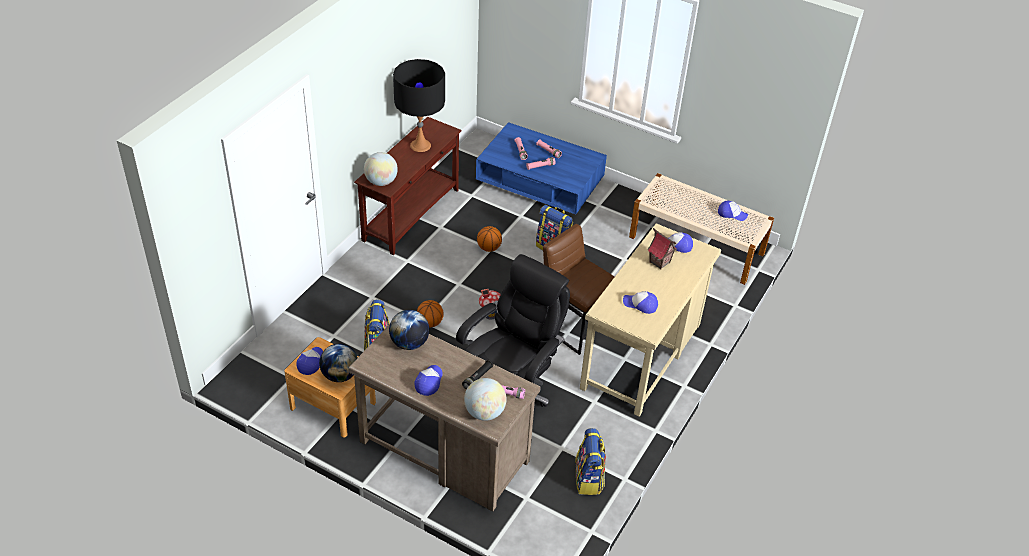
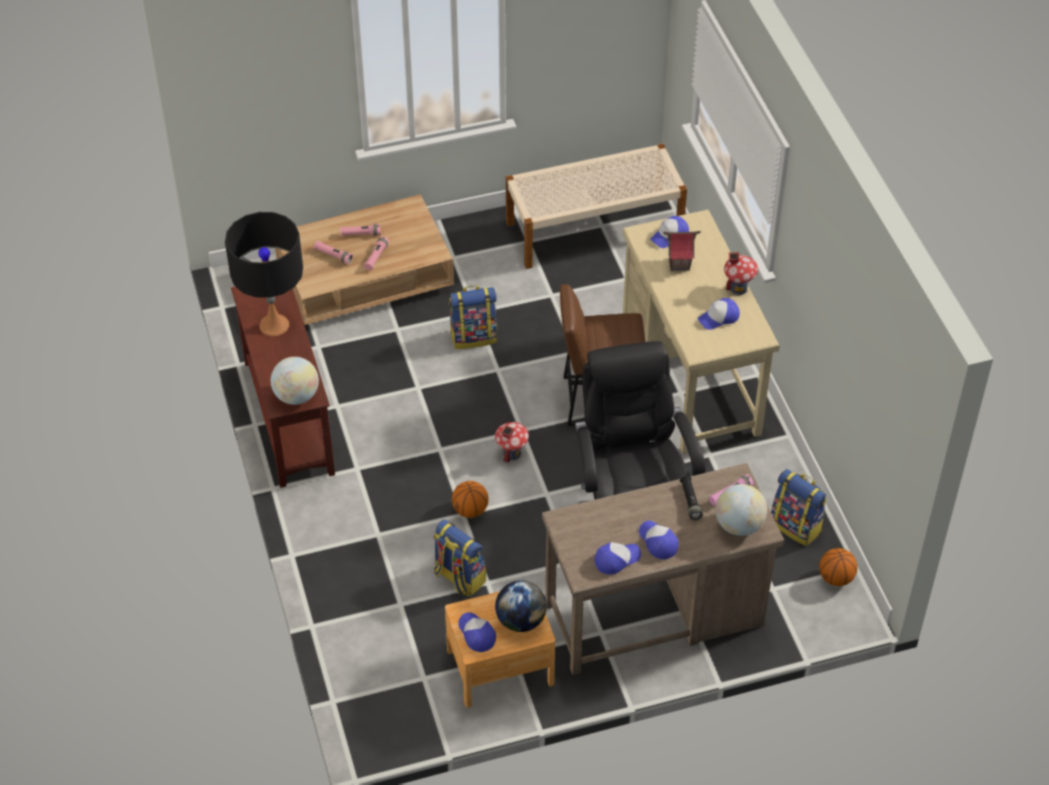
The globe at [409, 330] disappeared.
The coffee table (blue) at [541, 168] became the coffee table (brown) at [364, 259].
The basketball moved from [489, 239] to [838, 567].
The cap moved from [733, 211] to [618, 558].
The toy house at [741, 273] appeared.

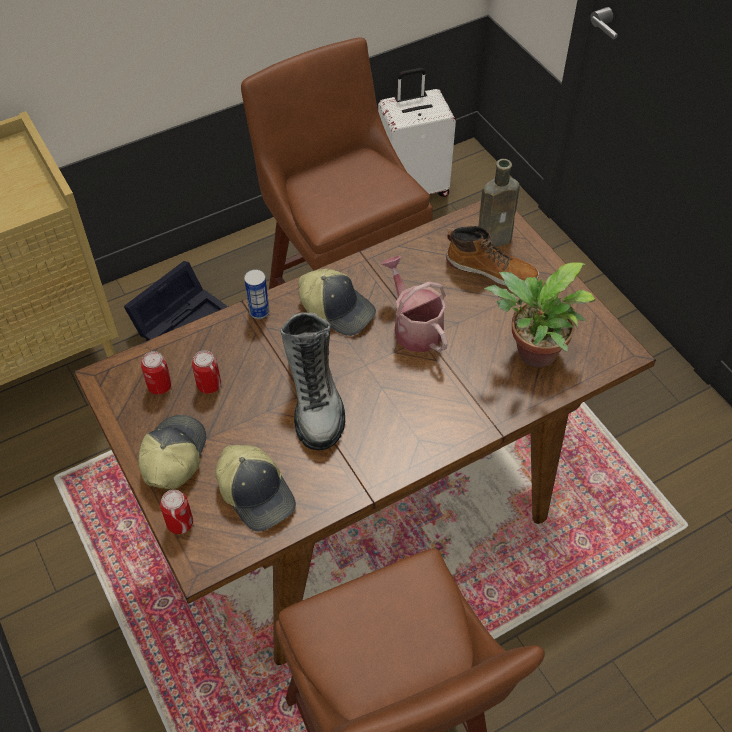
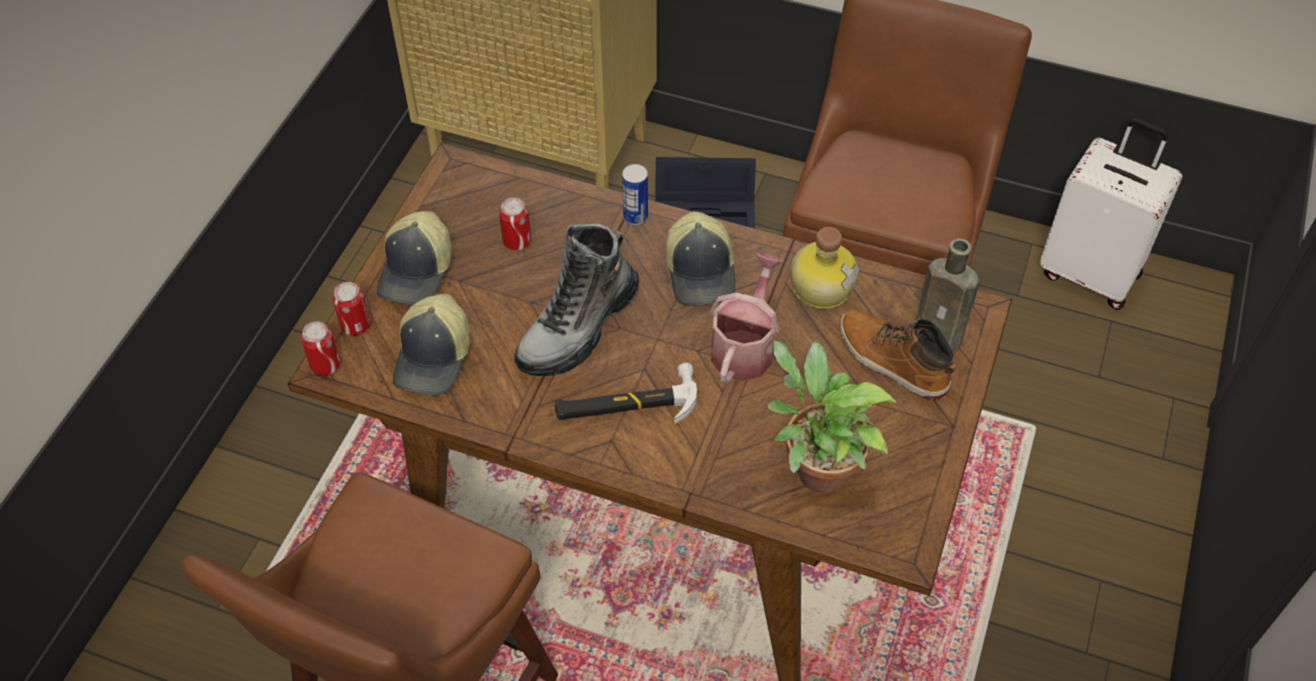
The cap at [172, 452] turned 135 degrees clockwise.
The can moved from [156, 373] to [321, 348].
The boot at [492, 256] turned 150 degrees clockwise.
The hammer at [626, 393] appeared.
The bottle at [824, 268] appeared.

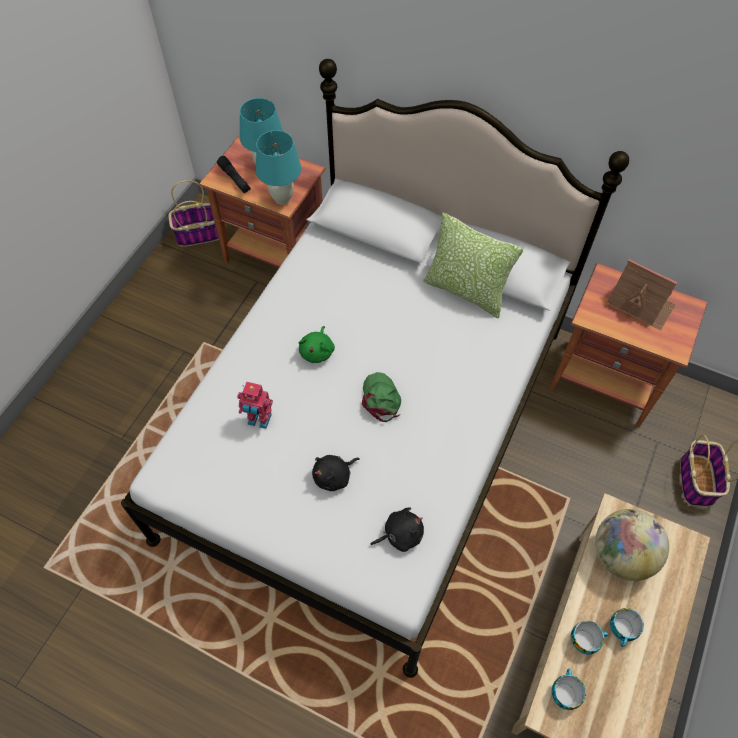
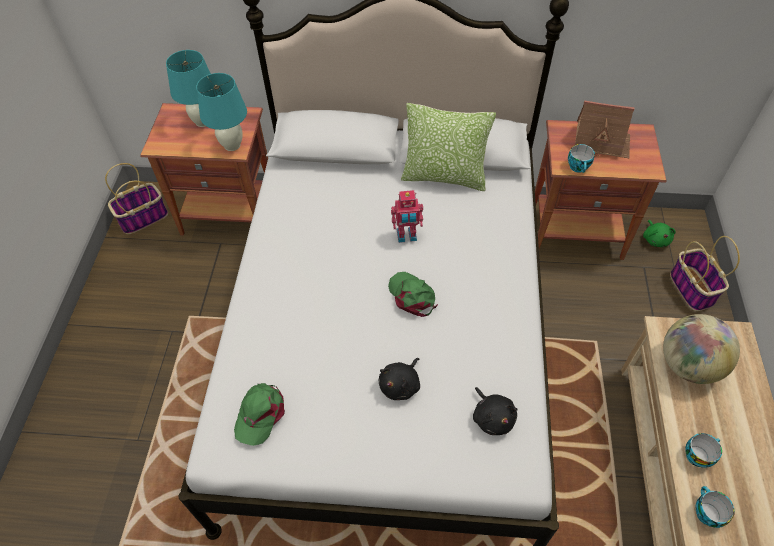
The flashlight (black) at [234, 174] disappeared.
The toy robot moved from [255, 405] to [407, 216].
The plush toy (green) moved from [317, 344] to [659, 233].
The plush toy (black) at [397, 530] turned 105 degrees clockwise.
The cup moved from [627, 627] to [581, 158].
The cap (green) at [259, 414] appeared.

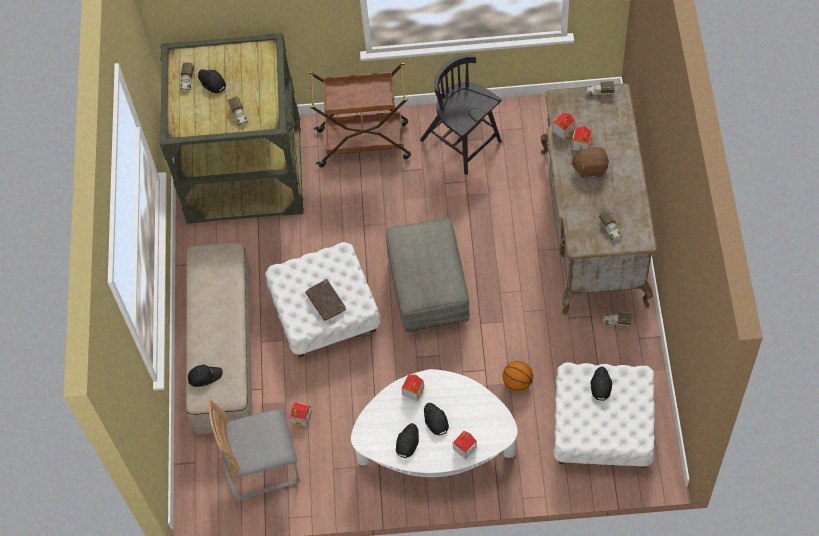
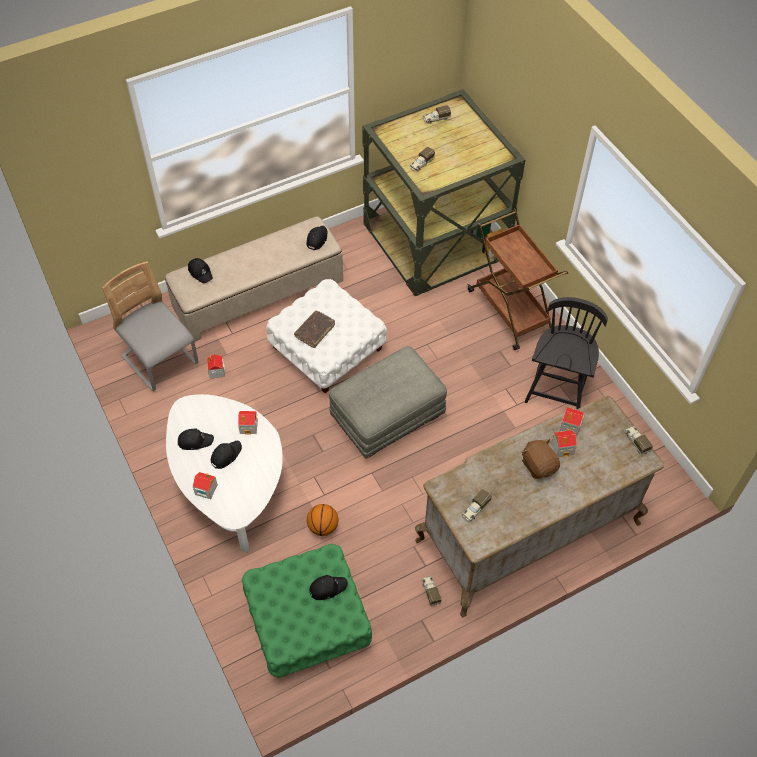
The cap (black) moved from [212, 81] to [316, 238].
The ottoman (white) at [604, 415] became the ottoman (green) at [307, 611].

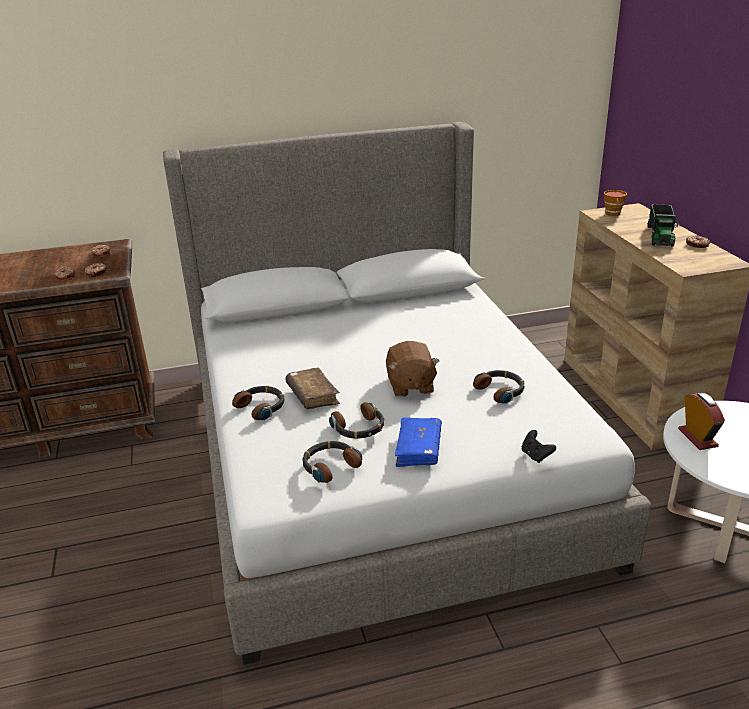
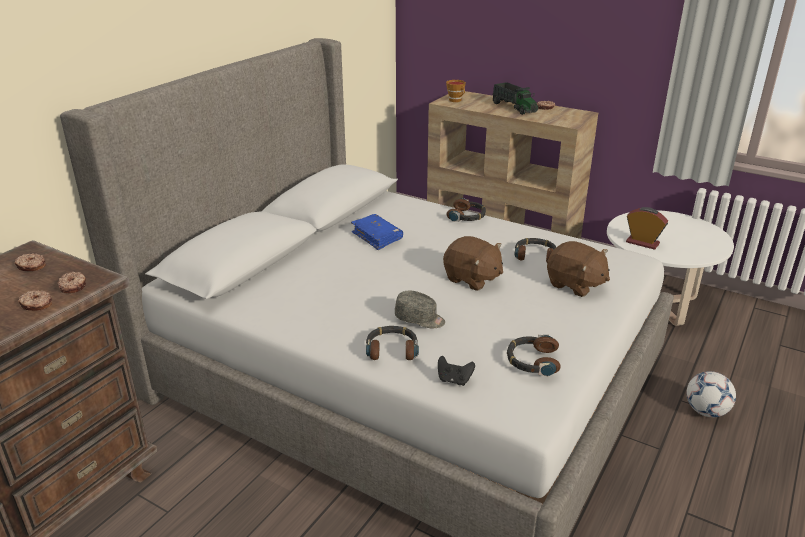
The book (brown) at [312, 388] was replaced by the cap (grey) at [420, 309].
The headphones moved from [356, 420] to [466, 210].
The book (blue) moved from [418, 442] to [377, 232].
The game controller (black) moved from [539, 446] to [456, 371].
The plush toy (brown) at [578, 269] appeared.
The football at [711, 394] appeared.

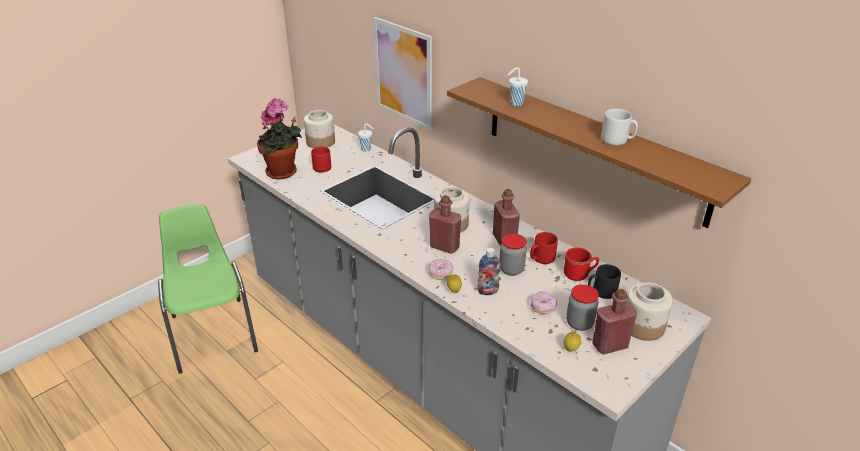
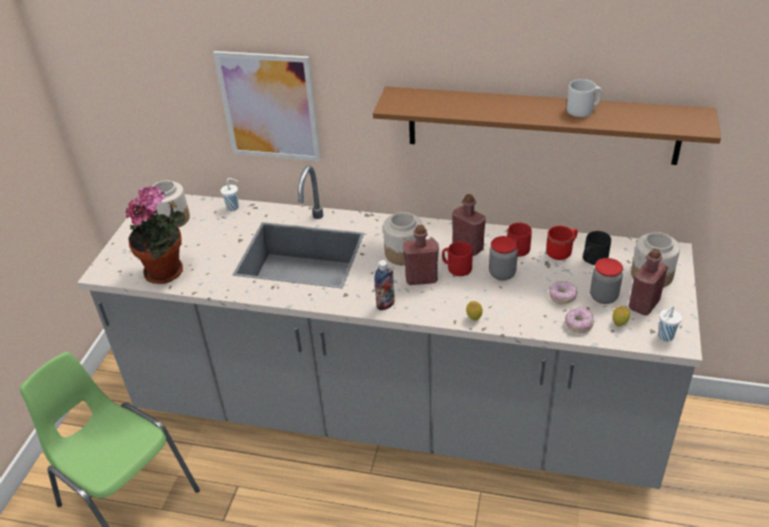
The mug (red) moved from [321, 159] to [457, 259].
The donut moved from [441, 269] to [579, 320].
The bottle moved from [489, 271] to [384, 285].
The cup (white) moved from [518, 86] to [670, 323].

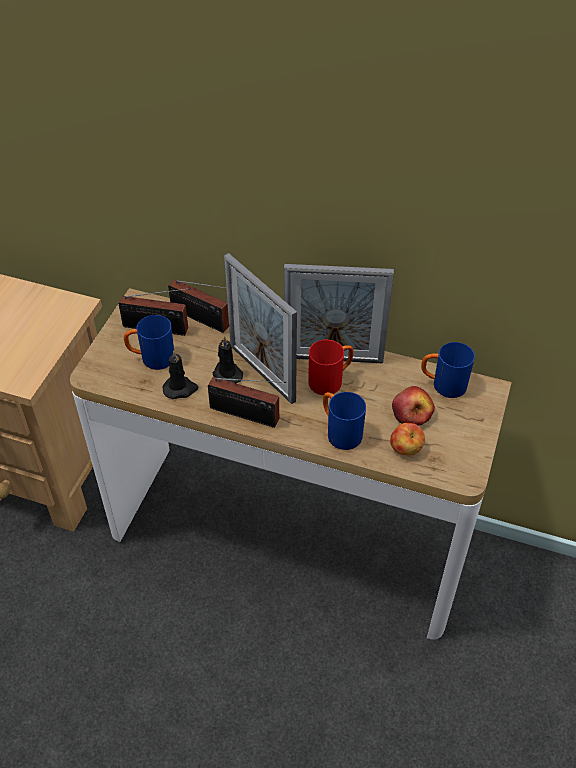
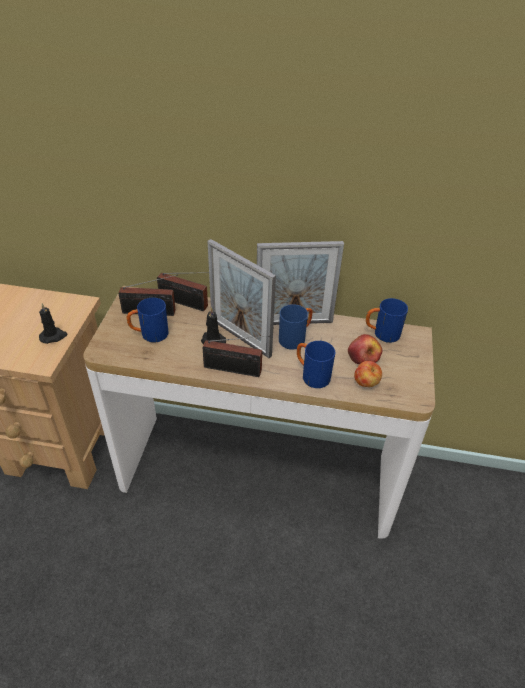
The candle (black) moved from [180, 374] to [53, 324].
The mug (red) at [330, 367] became the mug (blue) at [295, 327].

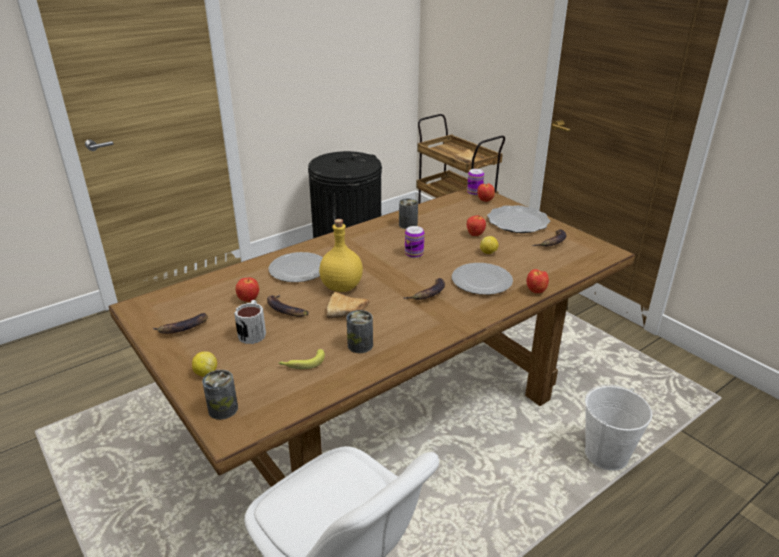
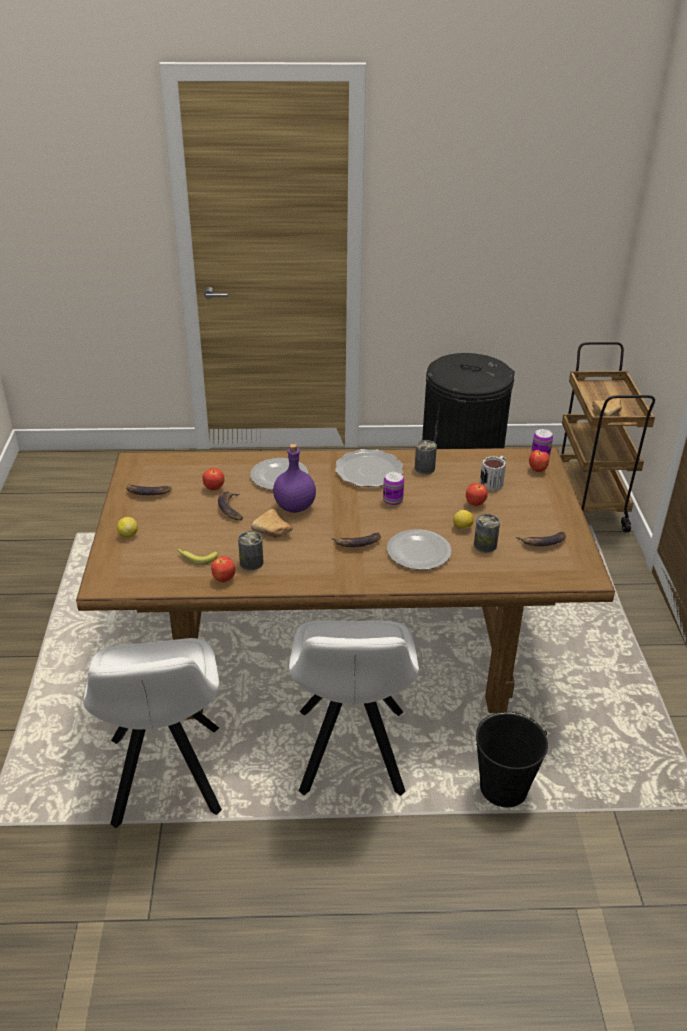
The can moved from [220, 395] to [487, 533].
The mug moved from [250, 322] to [493, 473].
The bottle (yellow) at [341, 255] became the bottle (purple) at [294, 478].
The plate moved from [518, 219] to [369, 468].
The apple moved from [537, 281] to [223, 569].
The bucket (white) at [618, 428] became the bucket (black) at [512, 759].
The chair (white) at [354, 708] appeared.

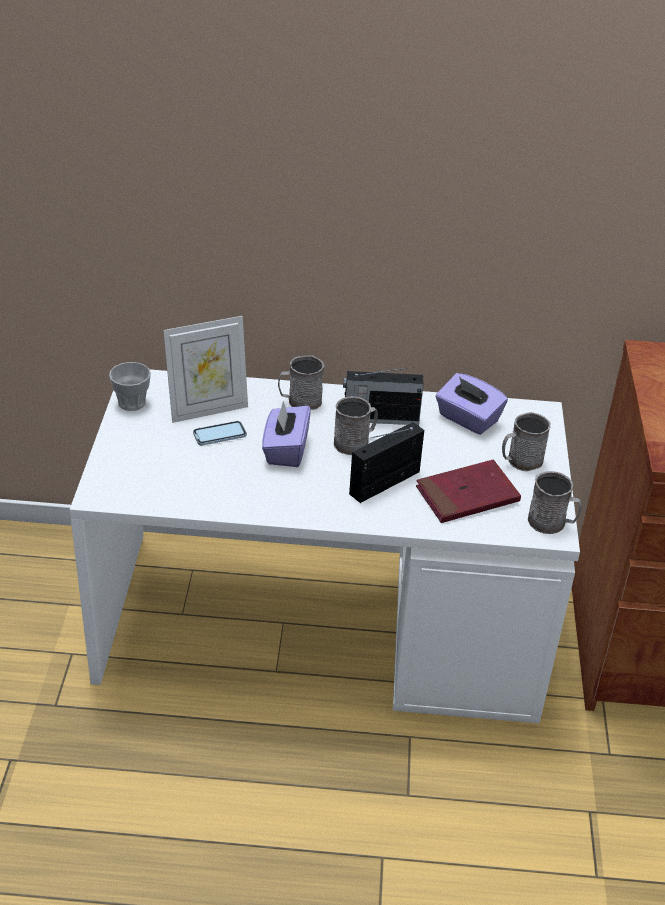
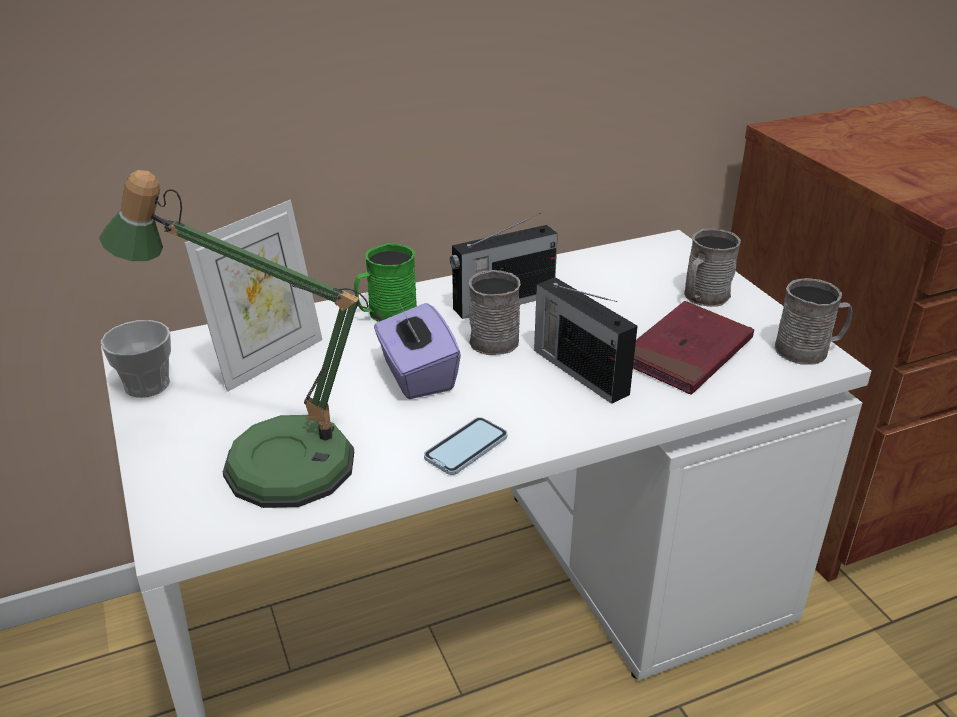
The phone moved from [220, 433] to [466, 446].
The mug (grey) at [301, 382] became the mug (green) at [385, 282].
The radio at [386, 462] turned 60 degrees counterclockwise.
The tissue box (purple) at [472, 404] disappeared.
The table lamp at [233, 339] appeared.

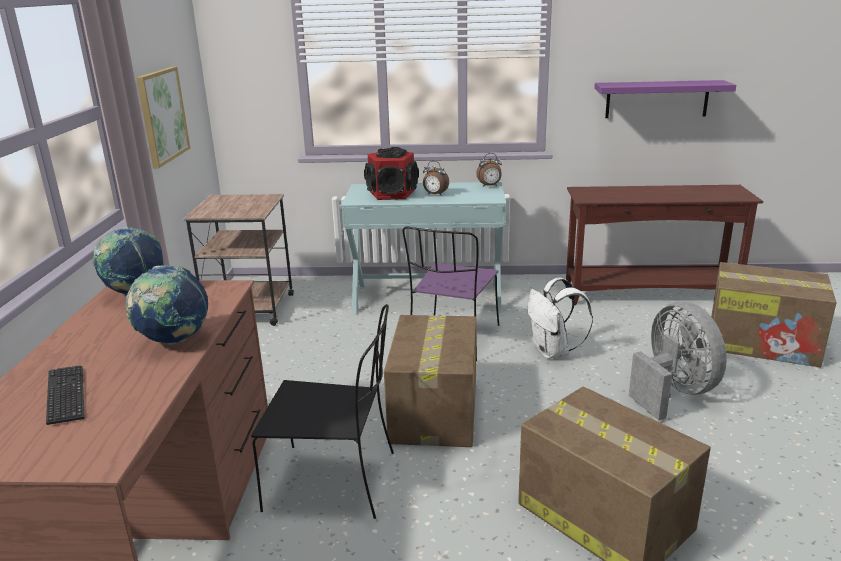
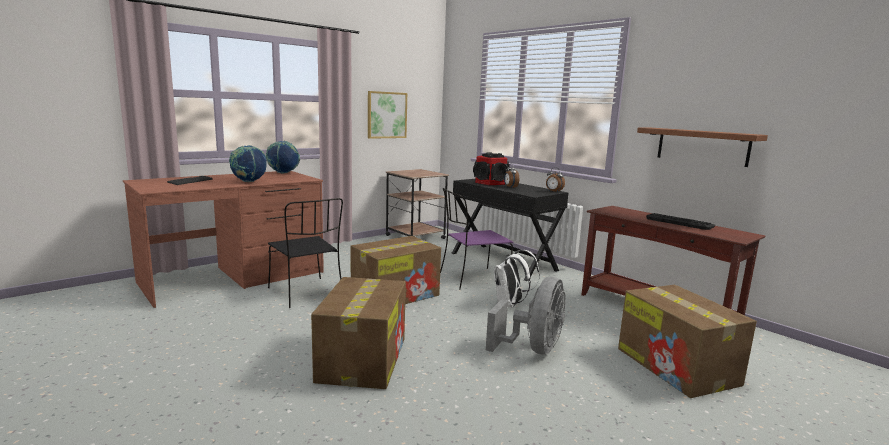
The desk (turquoise) at [423, 248] became the desk (black) at [510, 230].
The shelf (purple) at [665, 99] became the shelf (brown) at [702, 147].
The keyboard at [680, 221] appeared.

